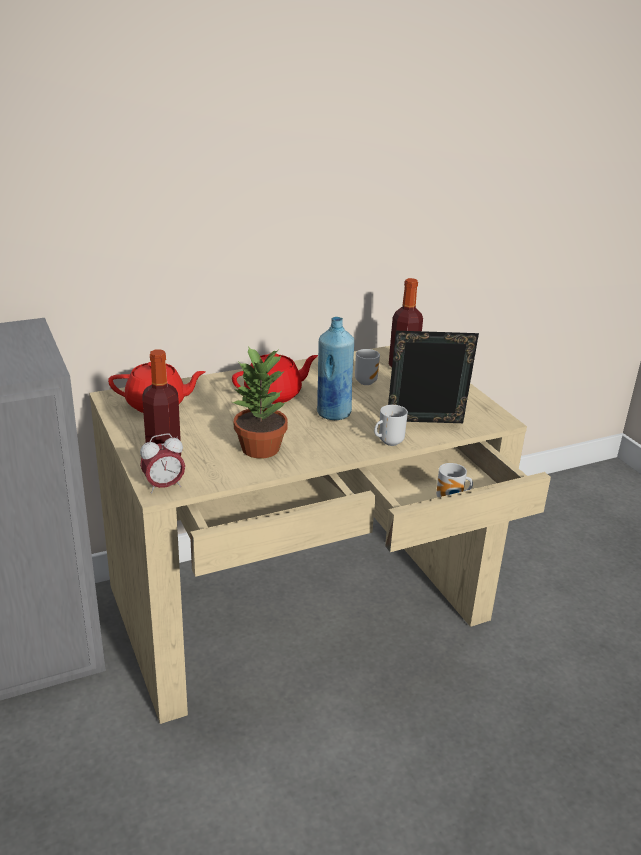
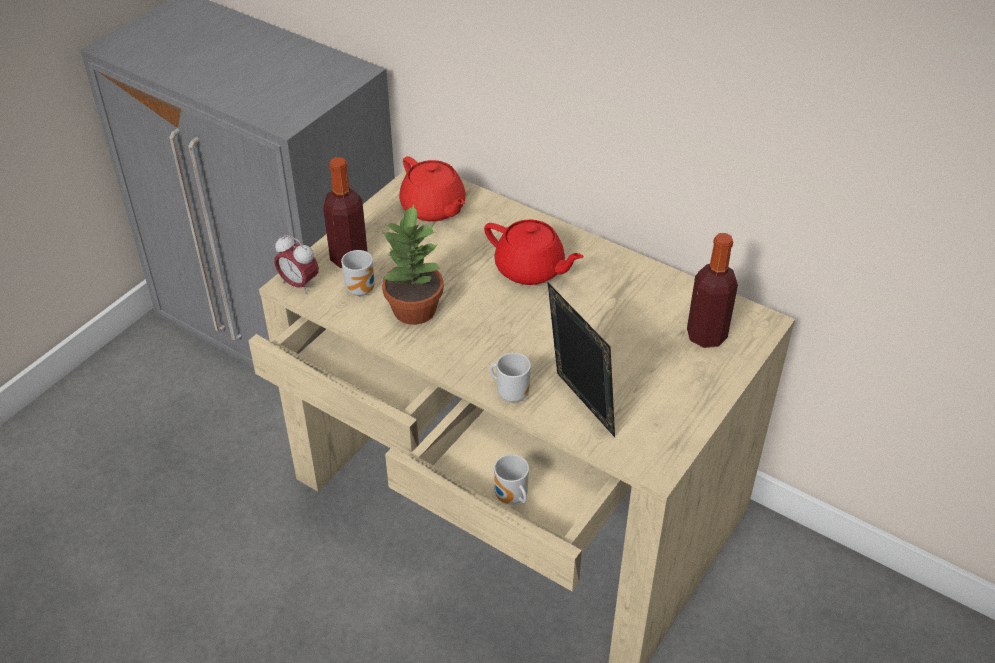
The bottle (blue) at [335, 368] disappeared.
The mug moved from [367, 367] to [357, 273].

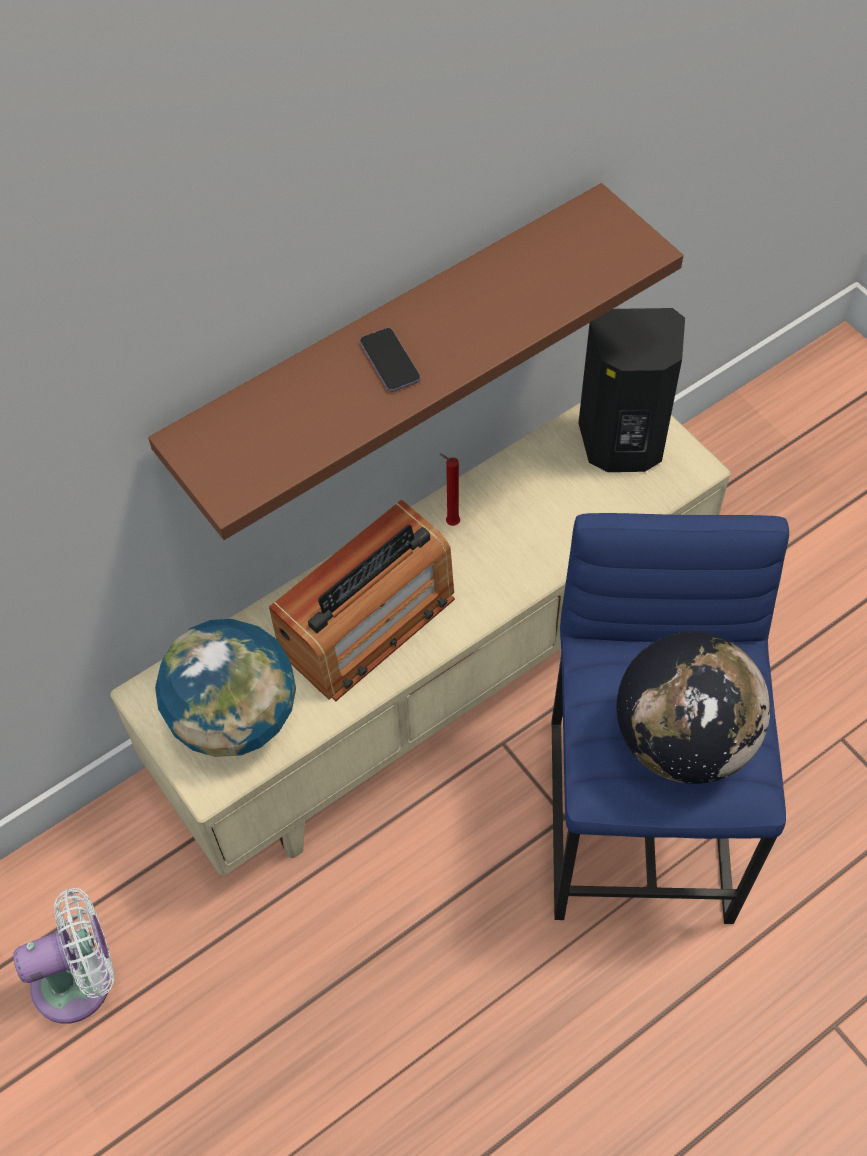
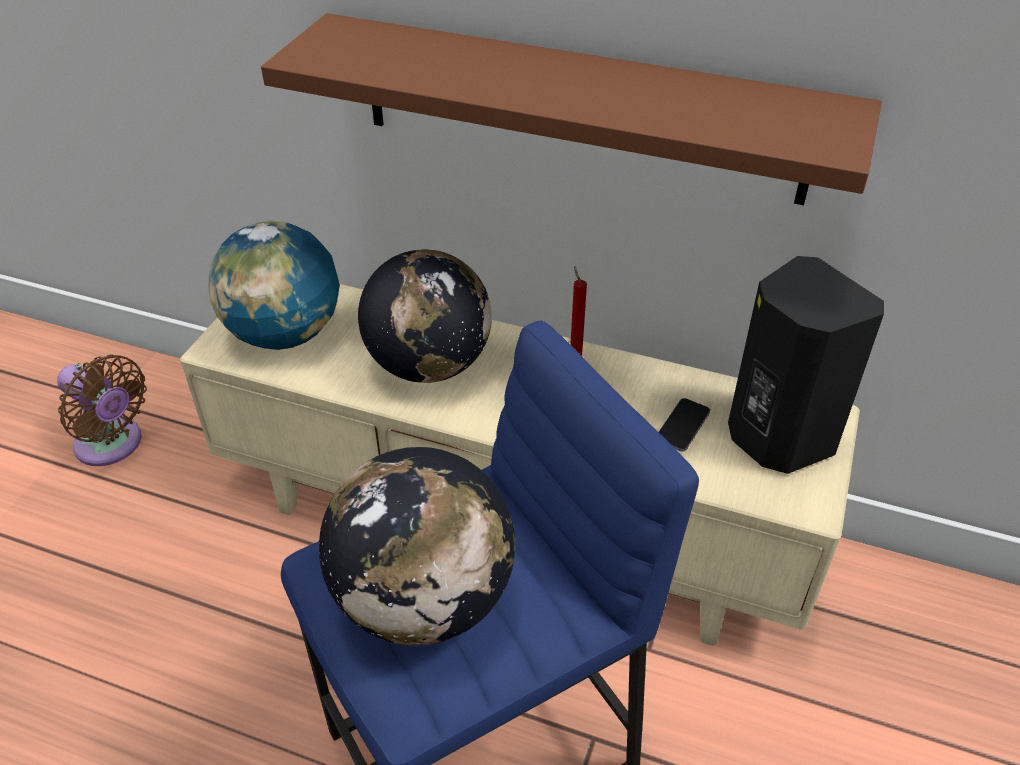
The fan (white) at [63, 956] became the fan (brown) at [102, 410].
The radio at [362, 600] was replaced by the globe at [425, 316].
The phone moved from [390, 360] to [684, 425].

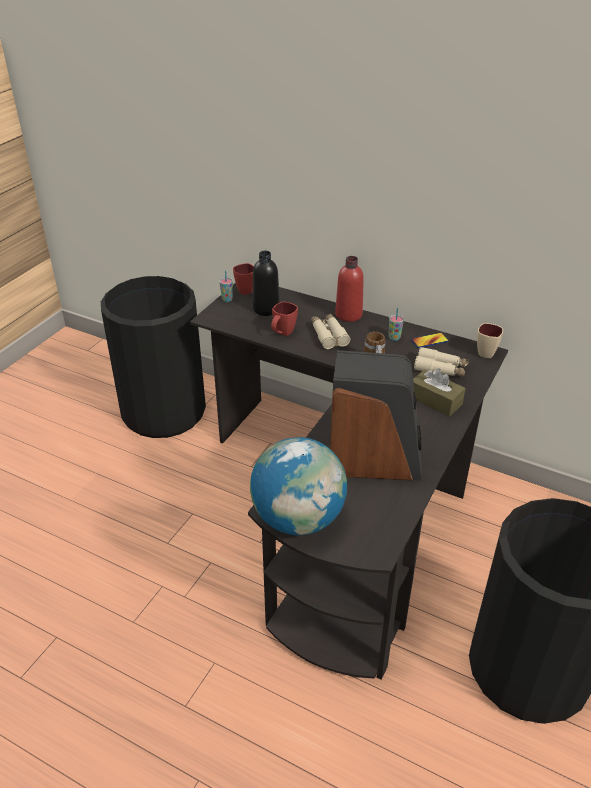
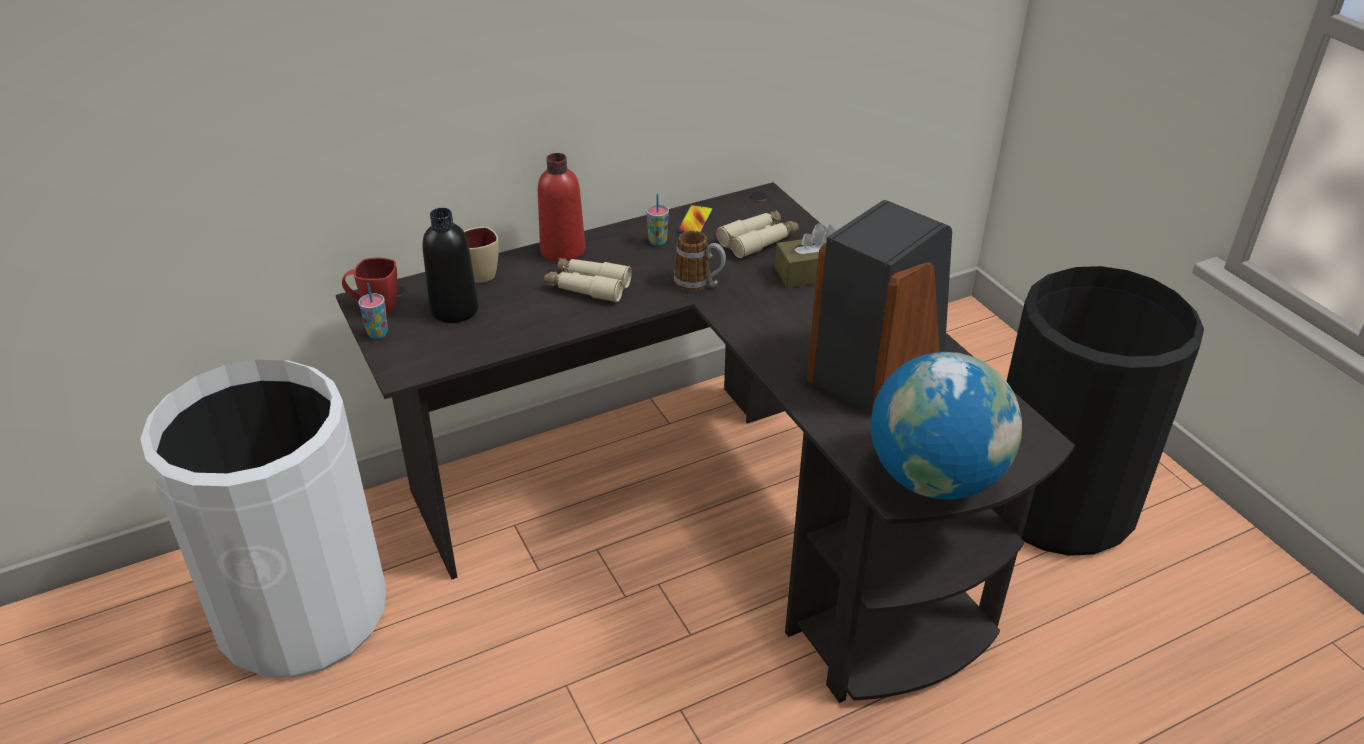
The trash can (black) at [153, 357] became the trash can (white) at [263, 519].
The mug (red) at [284, 319] disappeared.
The mug (beige) moved from [490, 340] to [481, 255].

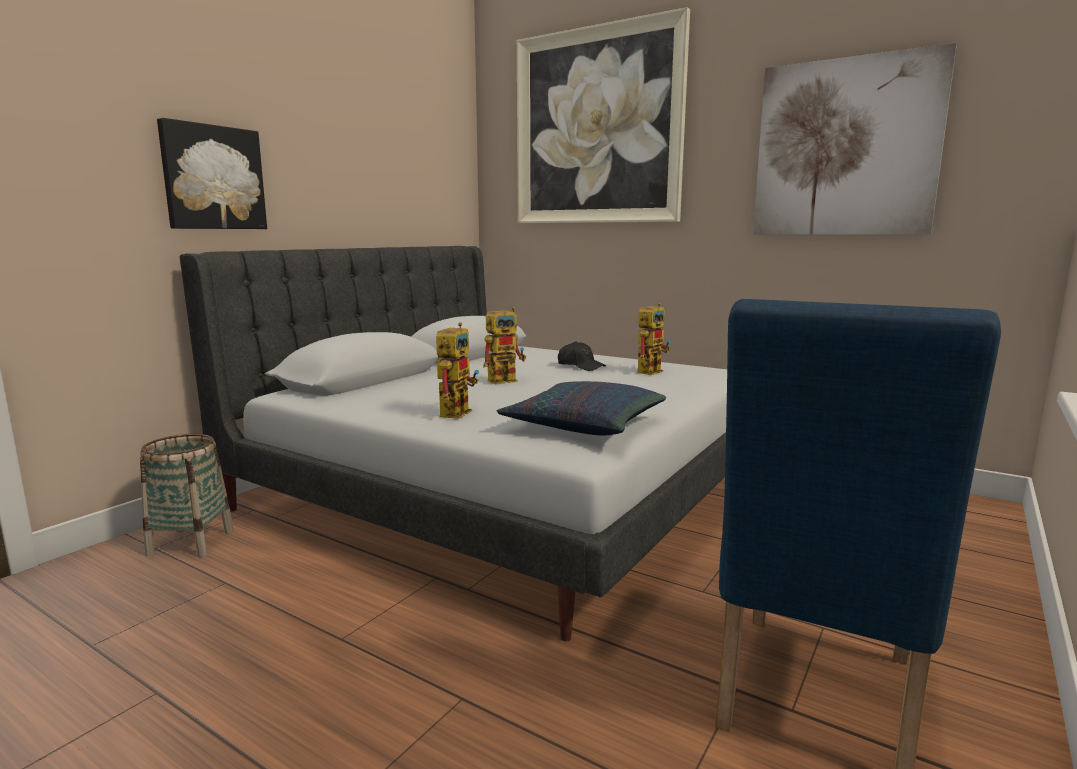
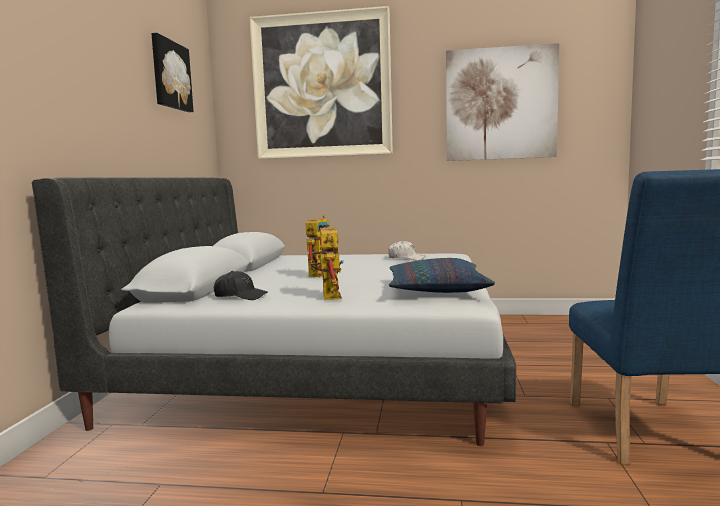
The basket at [186, 495] disappeared.
The picture moved from [212, 173] to [172, 72].
The cap (black) moved from [582, 356] to [241, 285].
The toy robot at [654, 338] was replaced by the cap (white) at [407, 250].

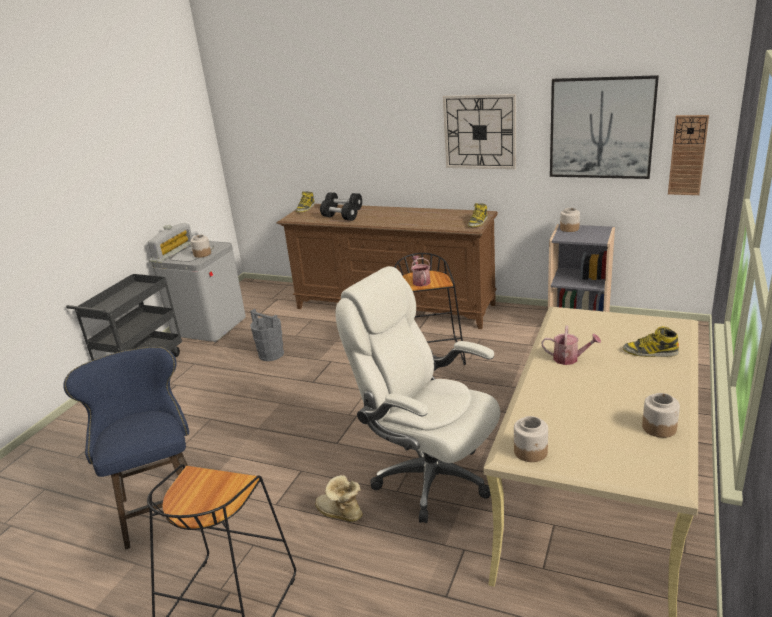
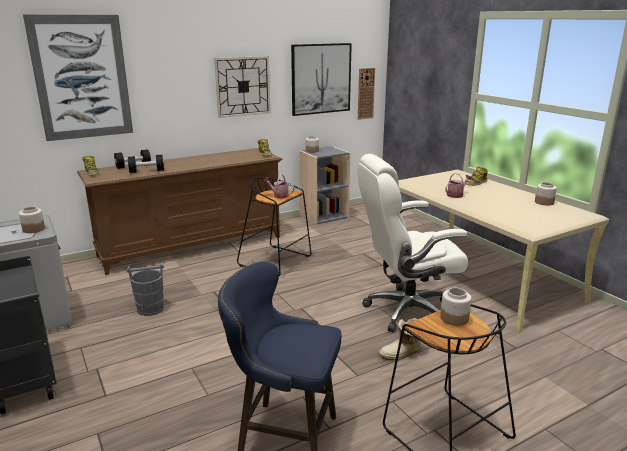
The jar moved from [531, 439] to [456, 307].
The picture at [78, 77] appeared.

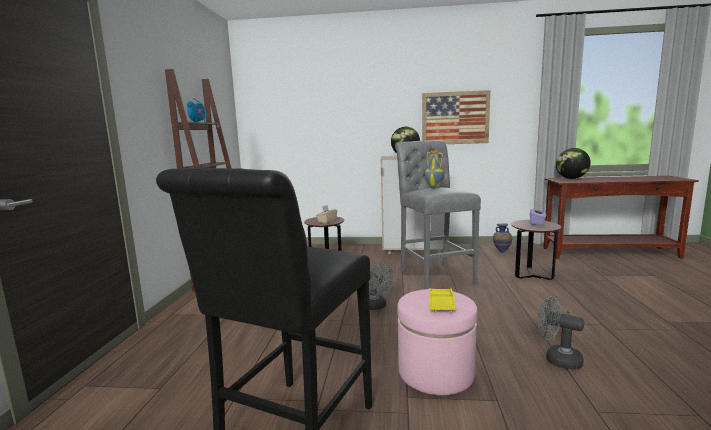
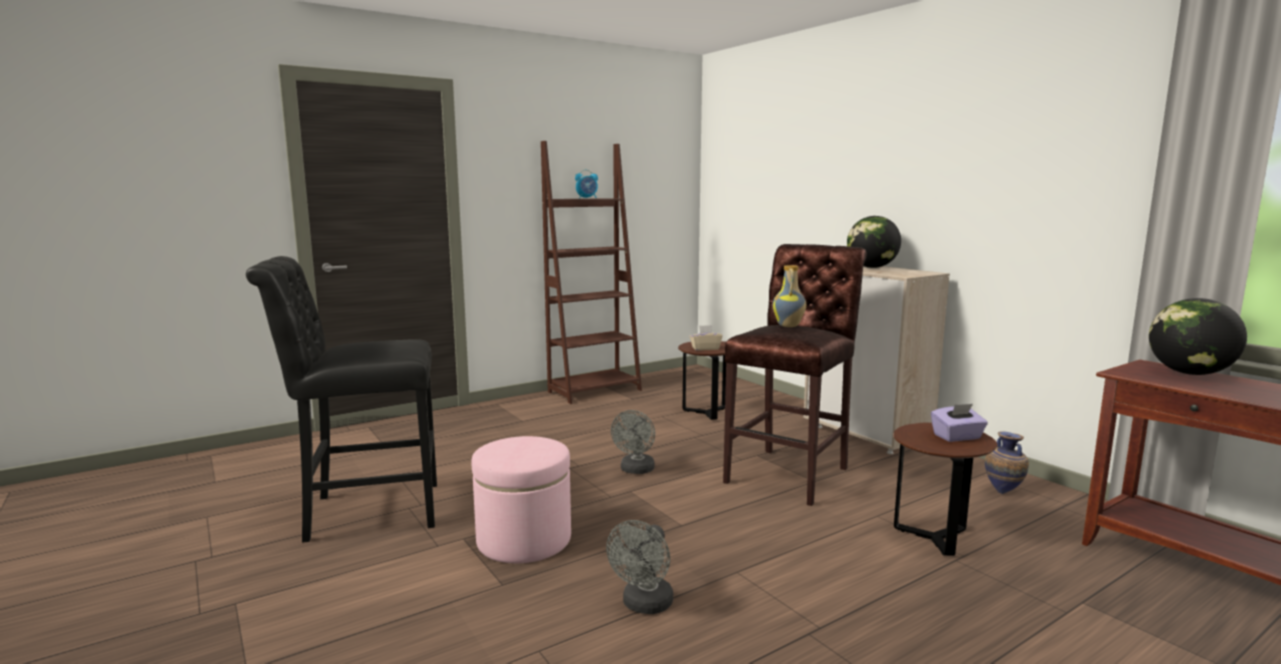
The stool (grey) at [438, 214] became the stool (brown) at [795, 375].
The picture at [456, 117] disappeared.
The tray (yellow) at [442, 300] disappeared.
The fan (grey) at [561, 333] turned 150 degrees counterclockwise.

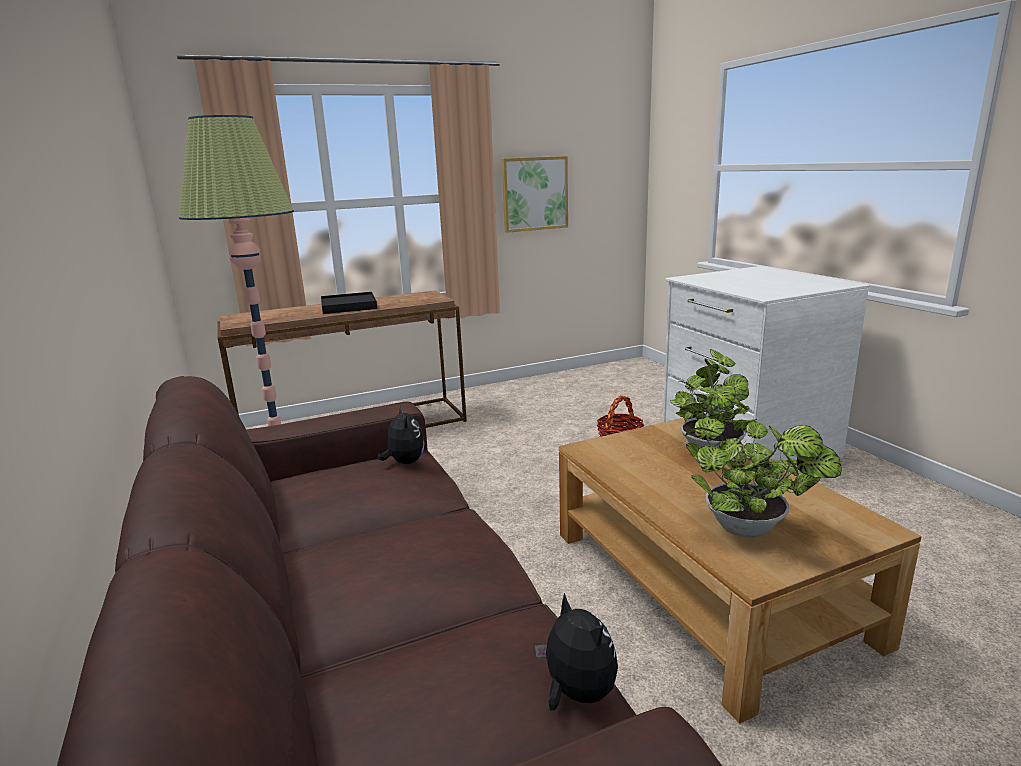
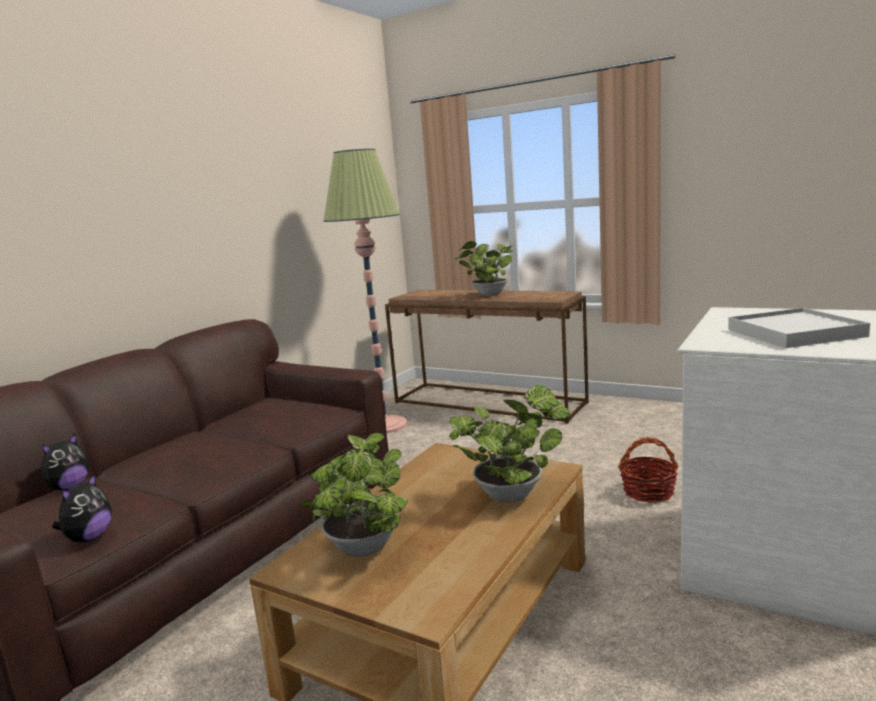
The tray (black) at [349, 303] was replaced by the potted plant at [484, 268].
The plush toy moved from [401, 435] to [65, 462].
The picture at [535, 194] disappeared.
The tray (white) at [799, 328] appeared.

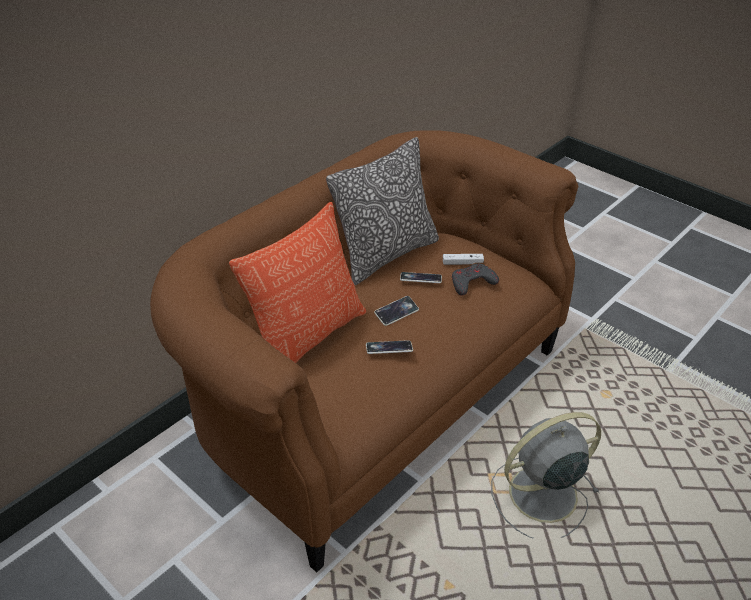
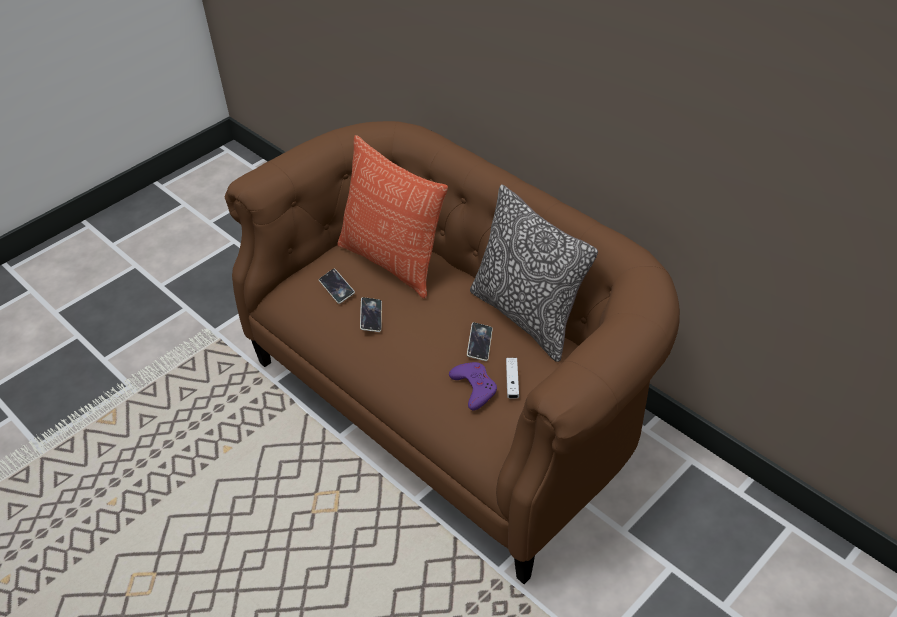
The phone moved from [396, 311] to [337, 286].
The game controller (grey) at [475, 279] became the game controller (purple) at [473, 386].
The fan (grey) at [546, 475] disappeared.

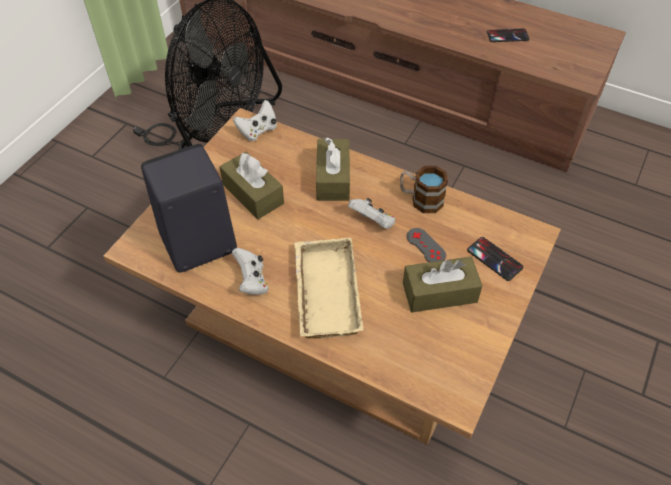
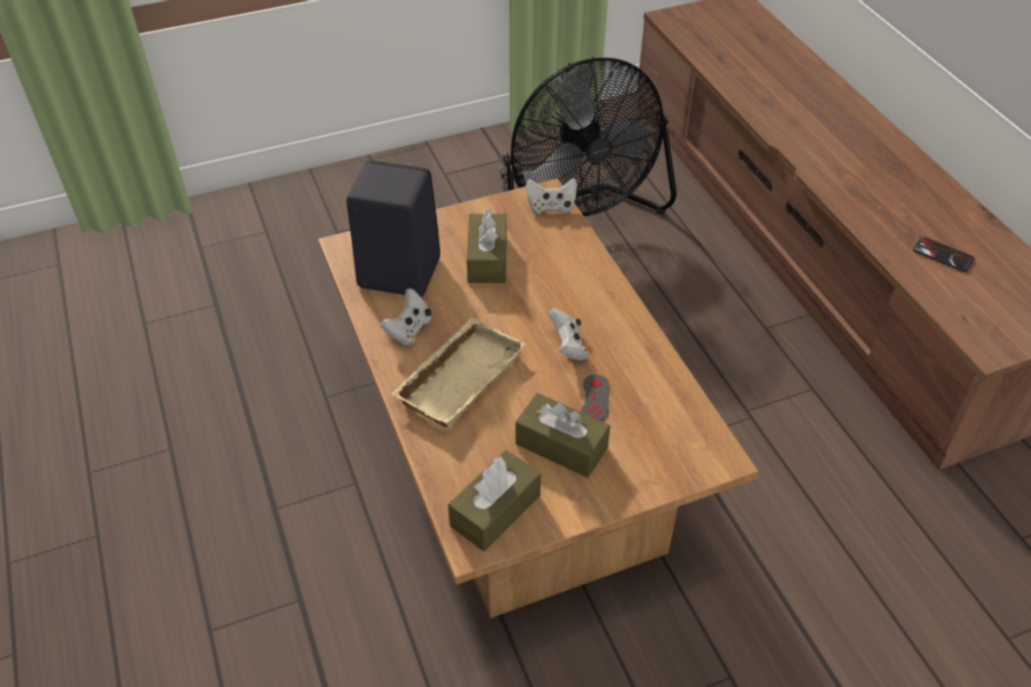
The tissue box (brown) moved from [333, 169] to [494, 500].
The mug at [424, 189] disappeared.
The phone at [495, 259] disappeared.

